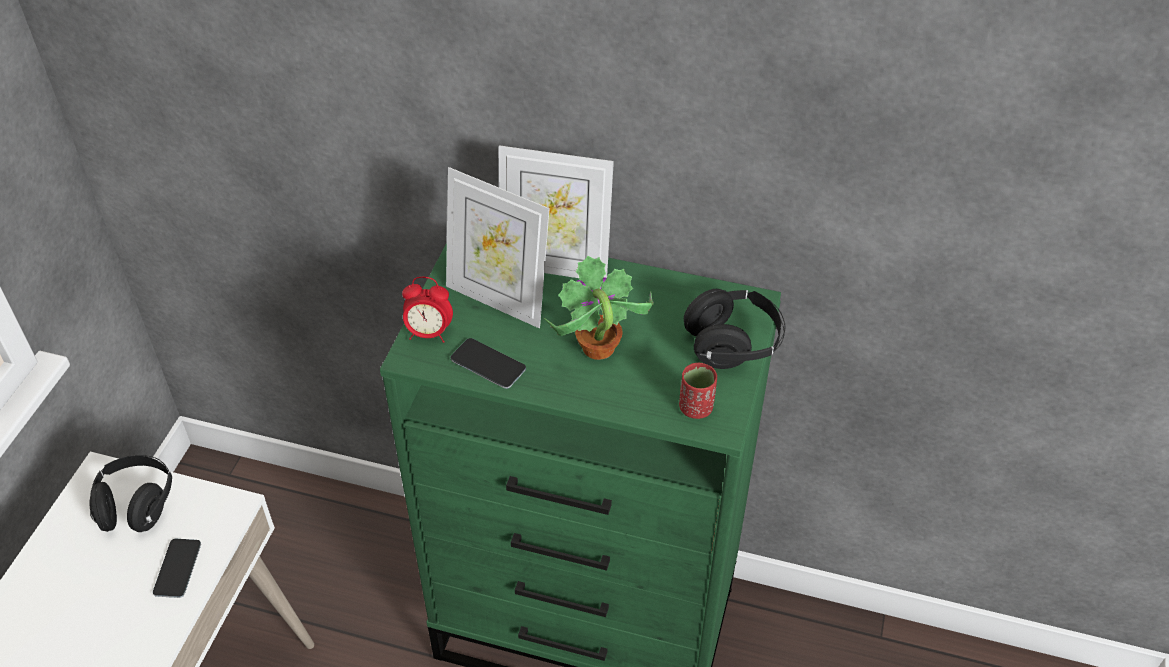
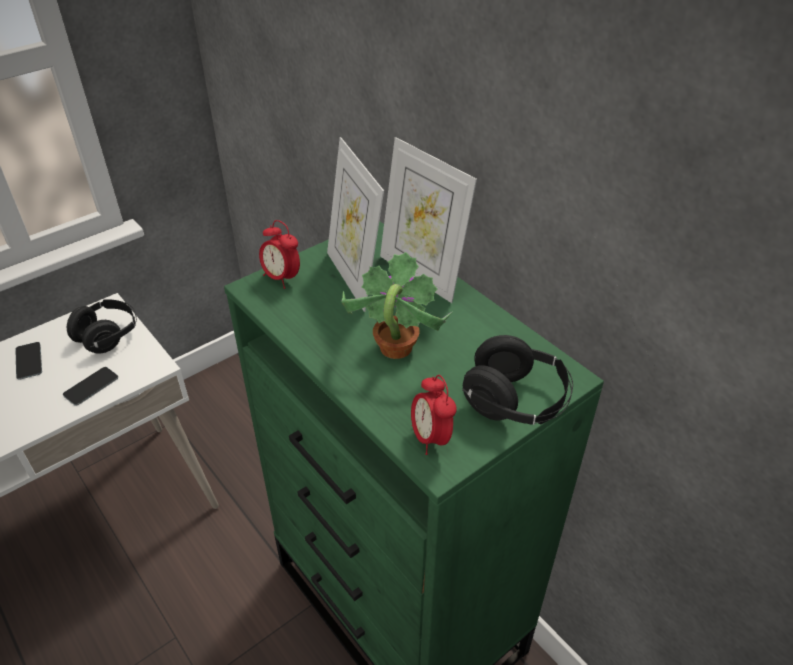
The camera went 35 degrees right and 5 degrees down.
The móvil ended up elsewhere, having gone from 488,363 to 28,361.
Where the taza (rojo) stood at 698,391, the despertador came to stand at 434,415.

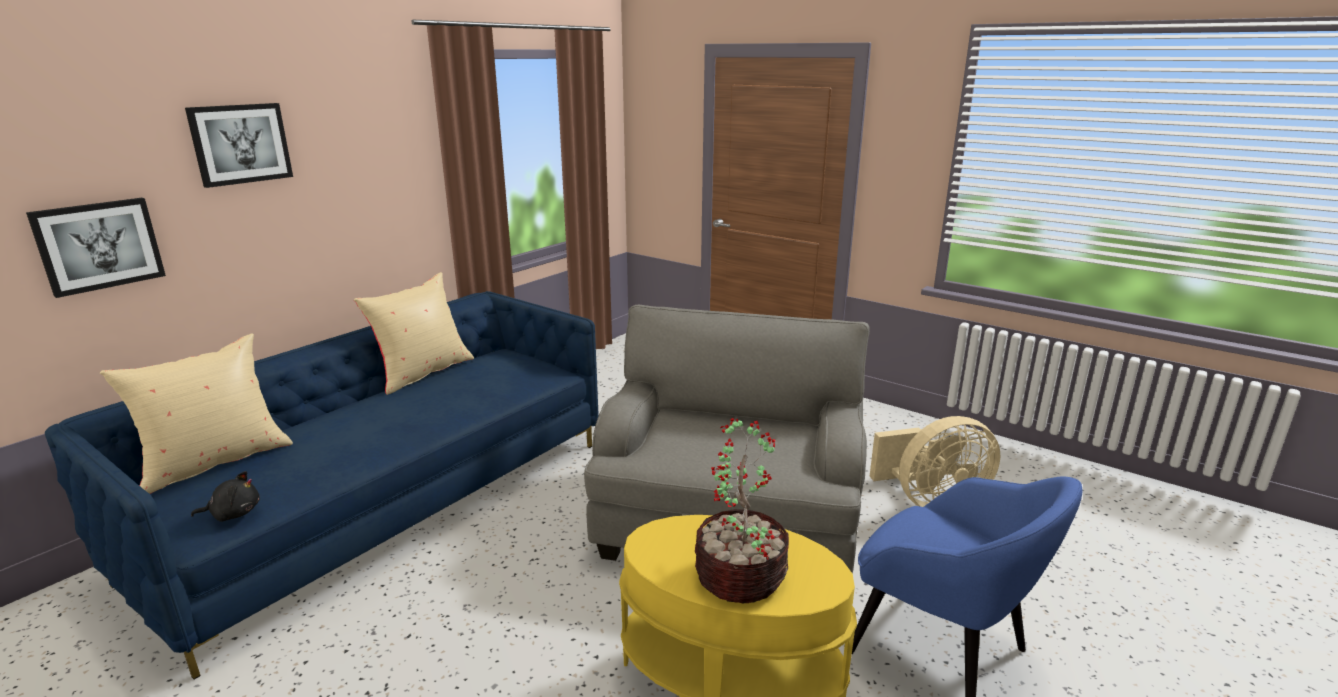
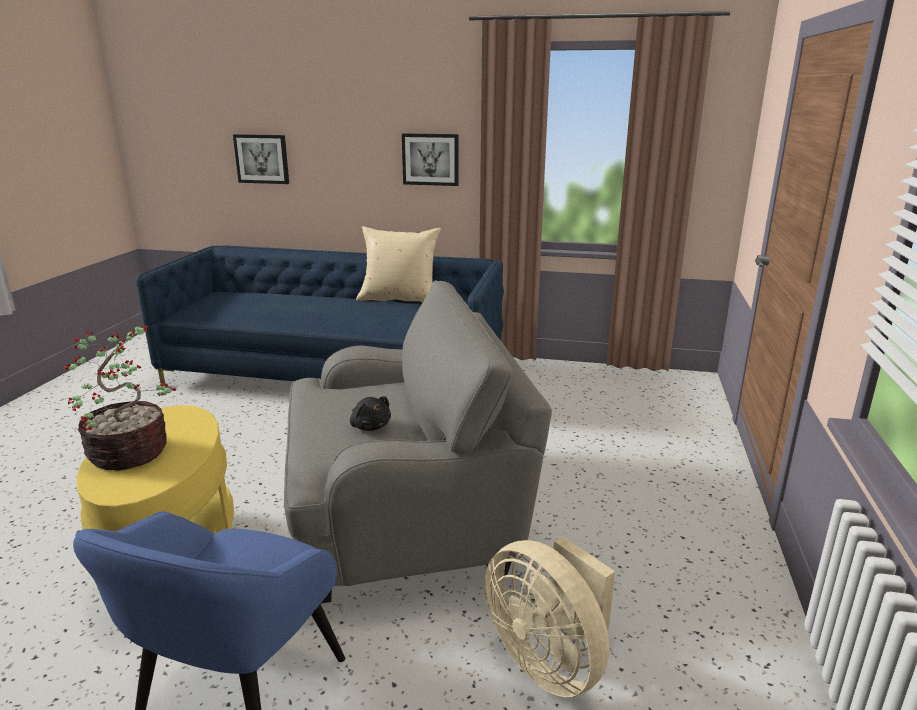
The camera went 65 degrees right and 0 degrees up.
The second view lost the cojín (beis) at 196,413.
The cuadro ended up elsewhere, having gone from 239,145 to 430,159.
The peluche (negro) ended up elsewhere, having gone from 225,496 to 370,413.

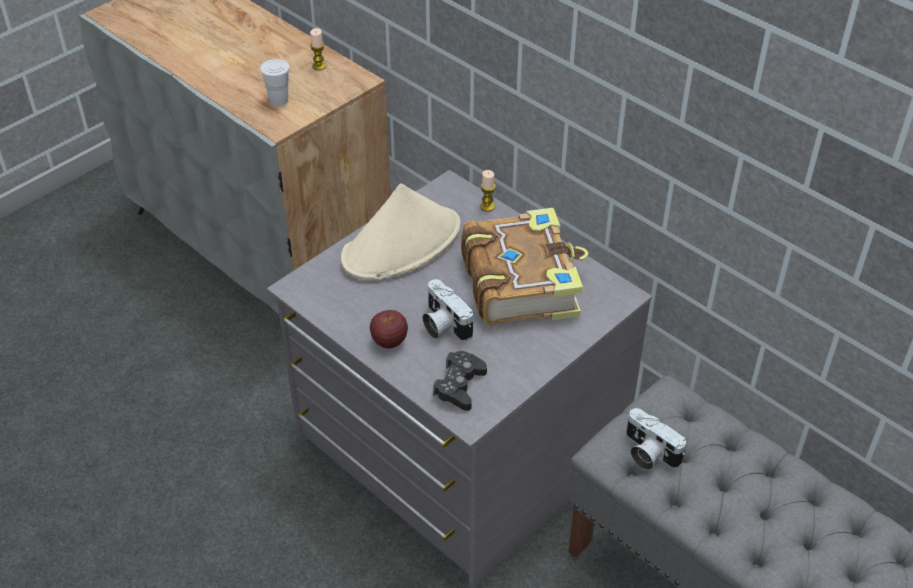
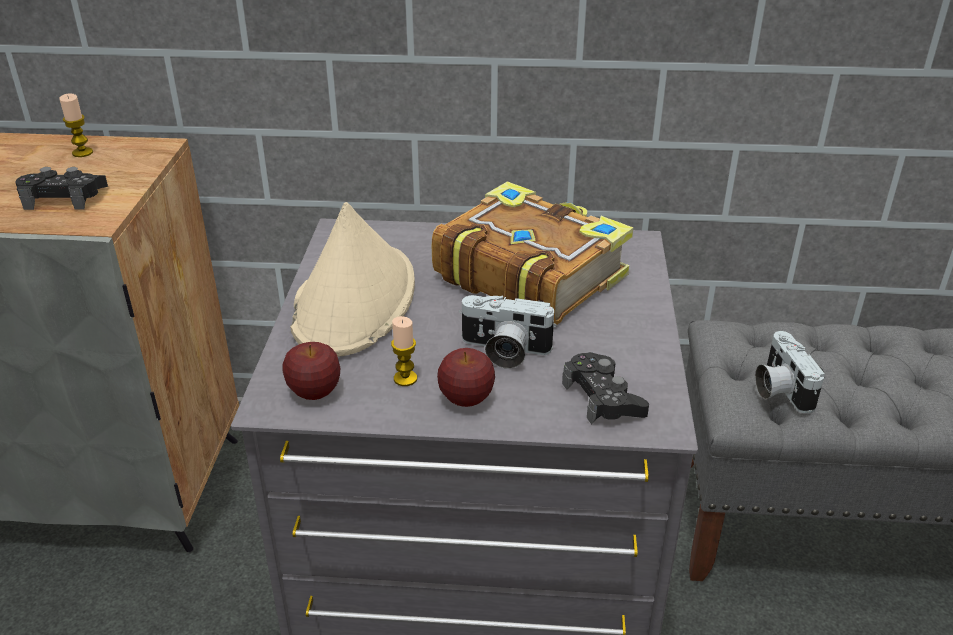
The camera went 40 degrees left and 10 degrees down.
The second view gained the manzana at 311,371.
The vela ended up elsewhere, having gone from 488,191 to 404,351.
Where the taza (blanco) stood at 275,82, the mando de consola (negro) came to stand at 62,188.
The cámara at 656,439 ended up facing another way, 75 degrees clockwise from before.

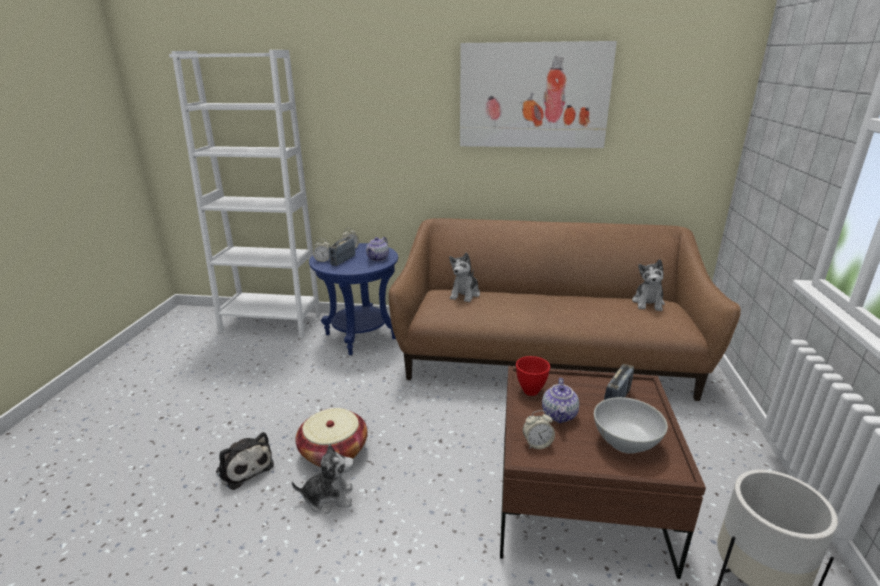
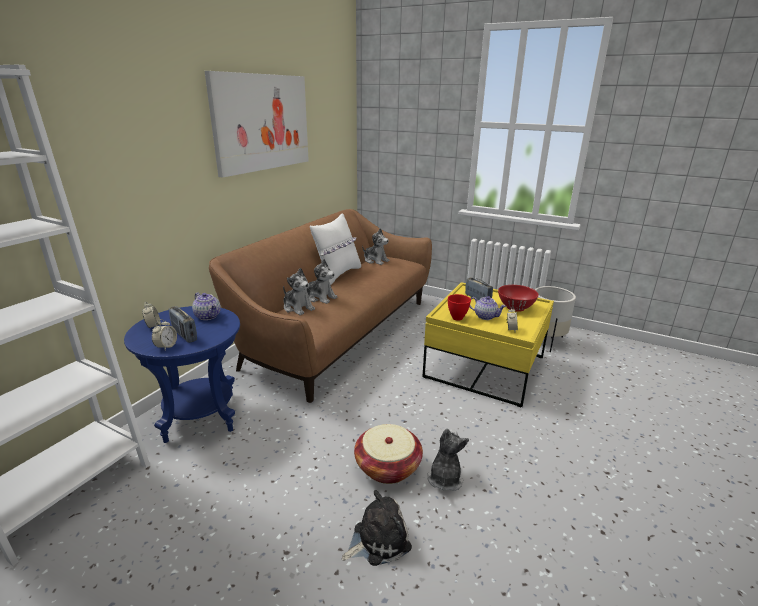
The camera went 70 degrees left and 0 degrees up.
The second view gained the peluche at 322,281.
The second view gained the cojín (blanco) at 335,249.
What was the mesa de centro (marrón) at 603,472 turned into the mesa de centro (amarillo) at 488,344.
What was the cuenco (blanco) at 631,425 turned into the cuenco (rojo) at 518,298.

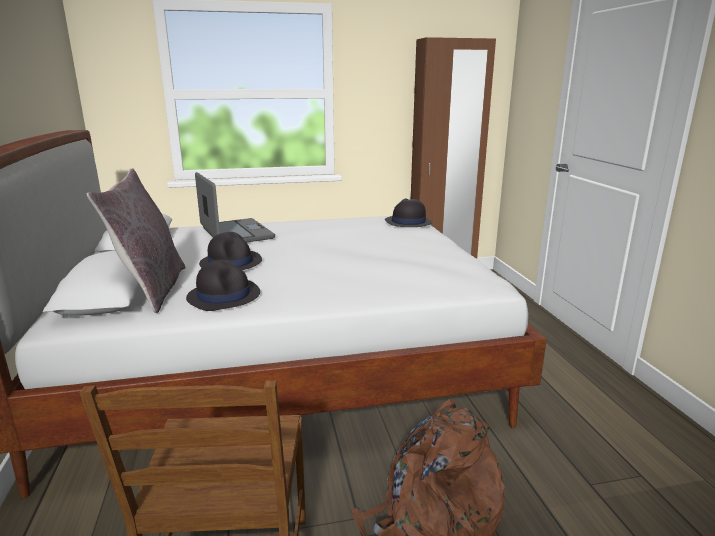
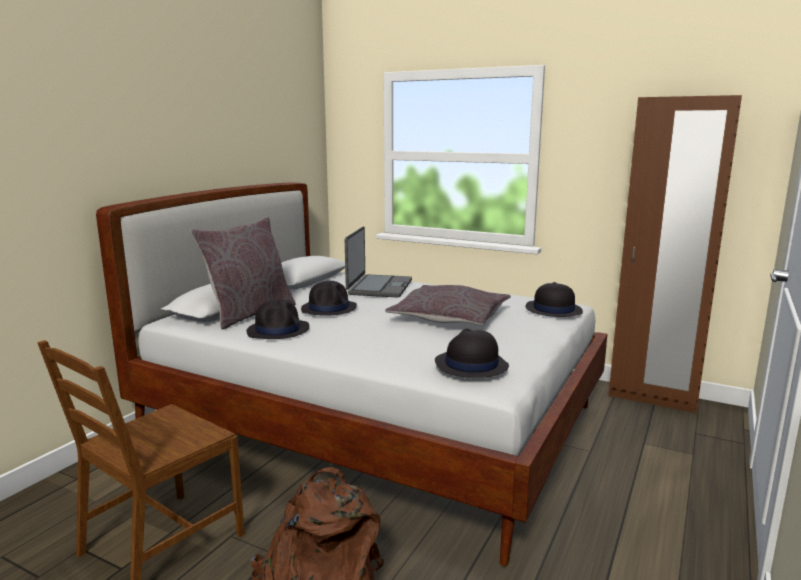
The camera went 40 degrees right and 5 degrees down.
The second view gained the cojín (gris) at 448,305.
The second view gained the sombrero (negro) at 472,353.

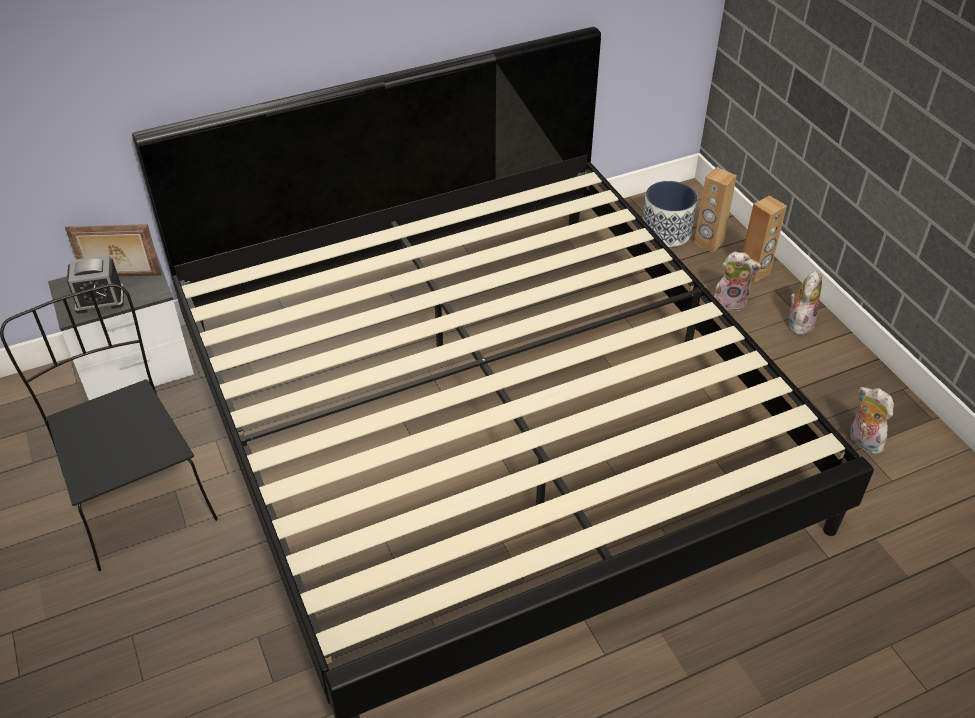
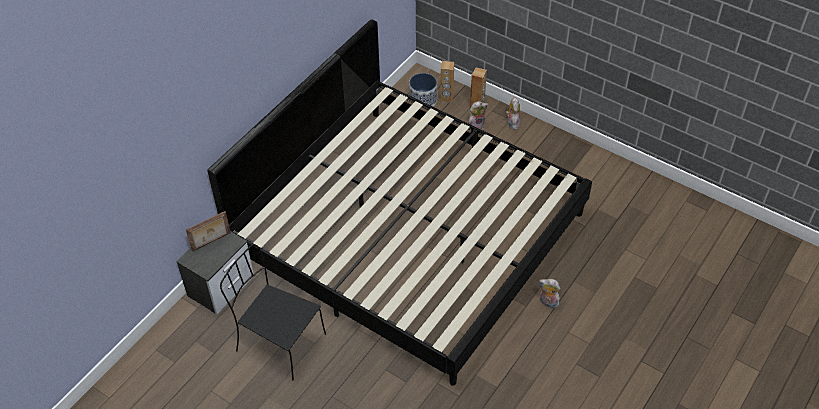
The camera went 30 degrees left and 5 degrees up.
The second view lost the despertador at 95,284.
The peluche ended up elsewhere, having gone from 871,420 to 549,293.

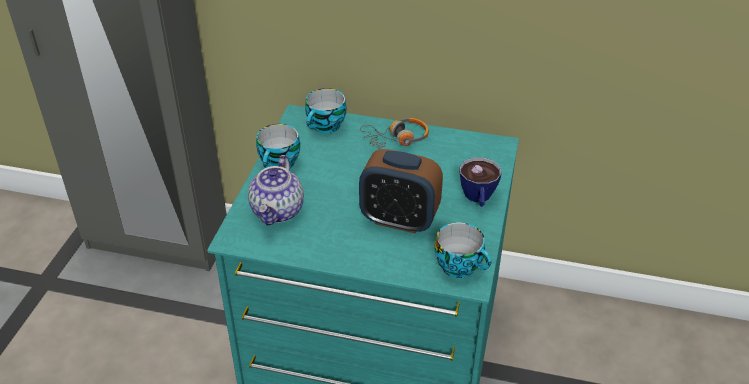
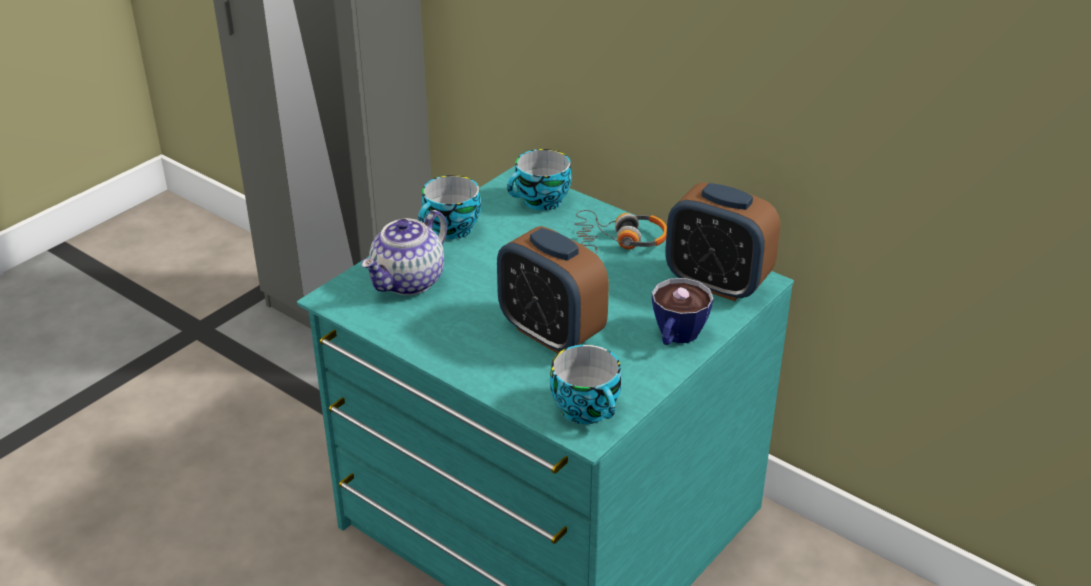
The camera went 25 degrees right and 5 degrees down.
The second view gained the despertador at 722,241.

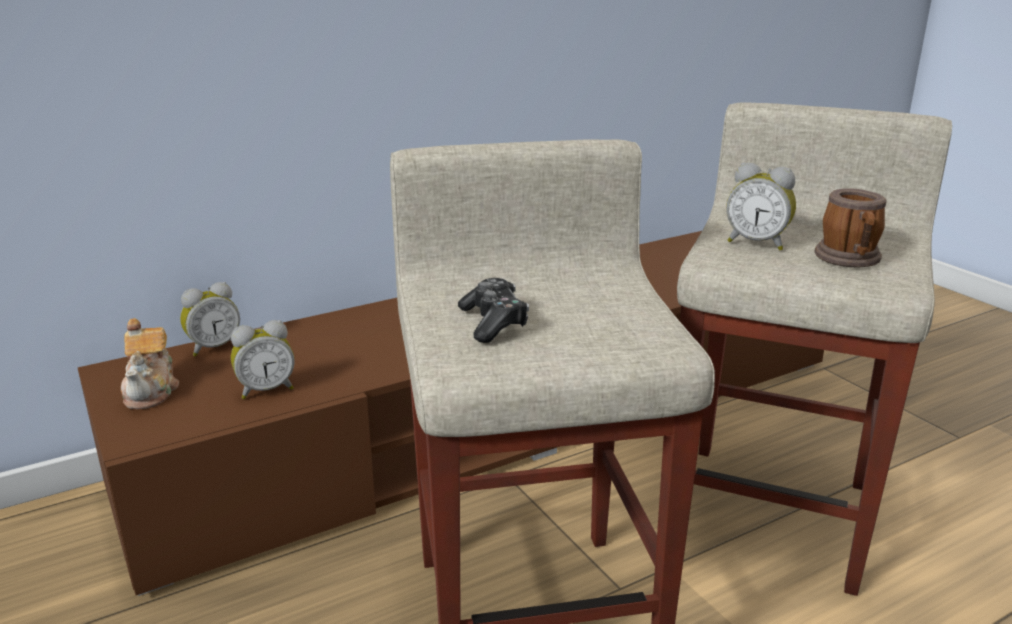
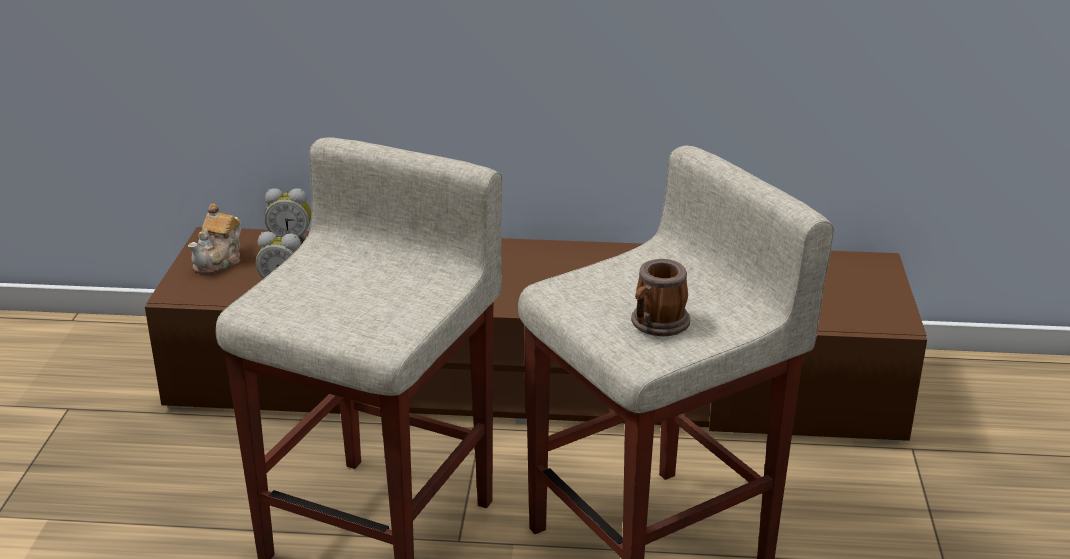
The camera went 35 degrees right and 5 degrees up.
The second view lost the mando de consola at 493,310.
The second view lost the despertador at 761,206.

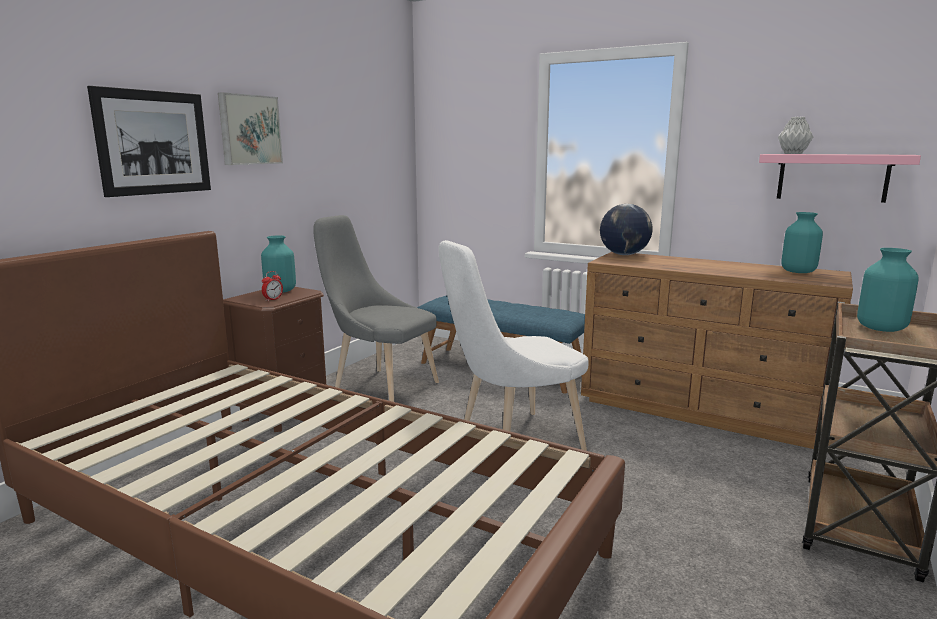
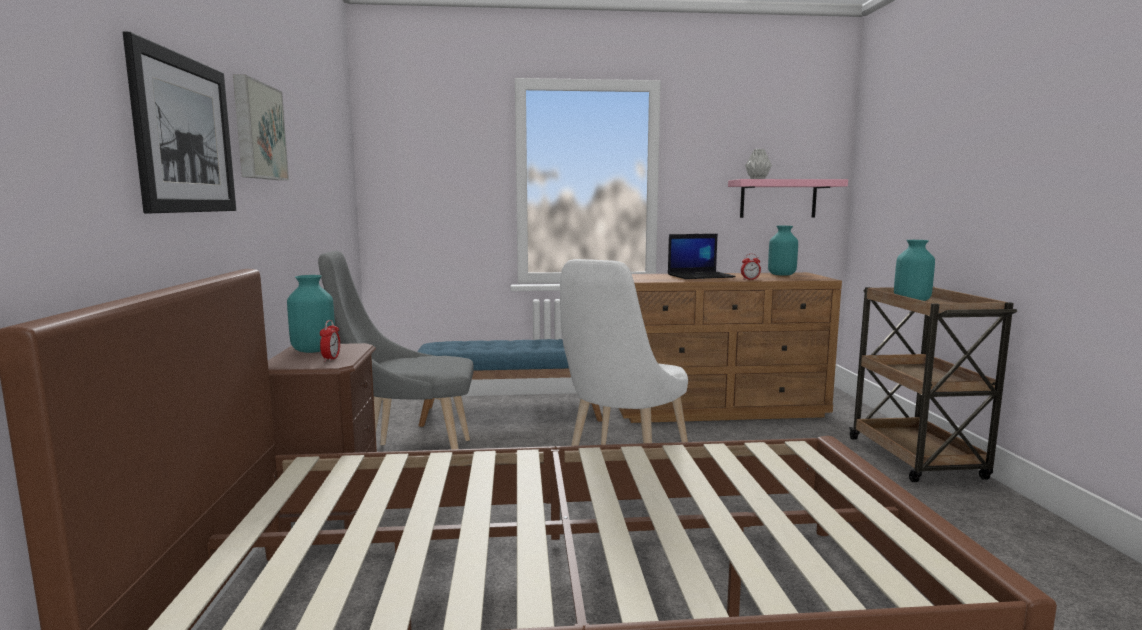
The camera went 35 degrees left and 5 degrees down.
The second view lost the globo terráqueo at 626,229.
The second view gained the portátil at 702,256.
The second view gained the despertador at 751,267.

